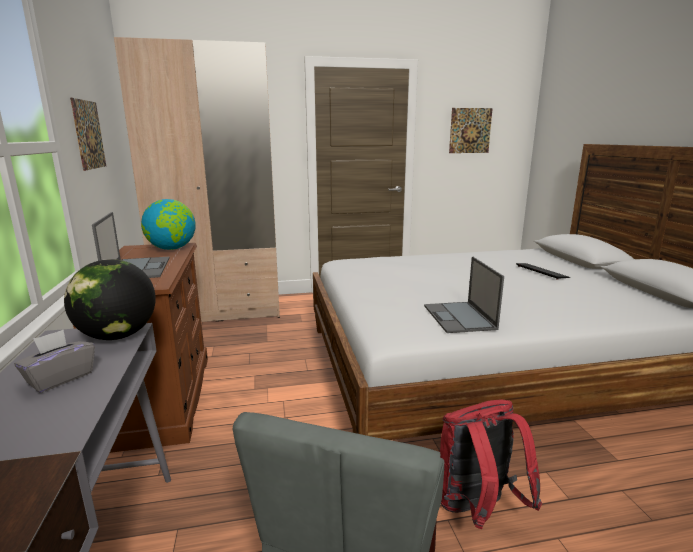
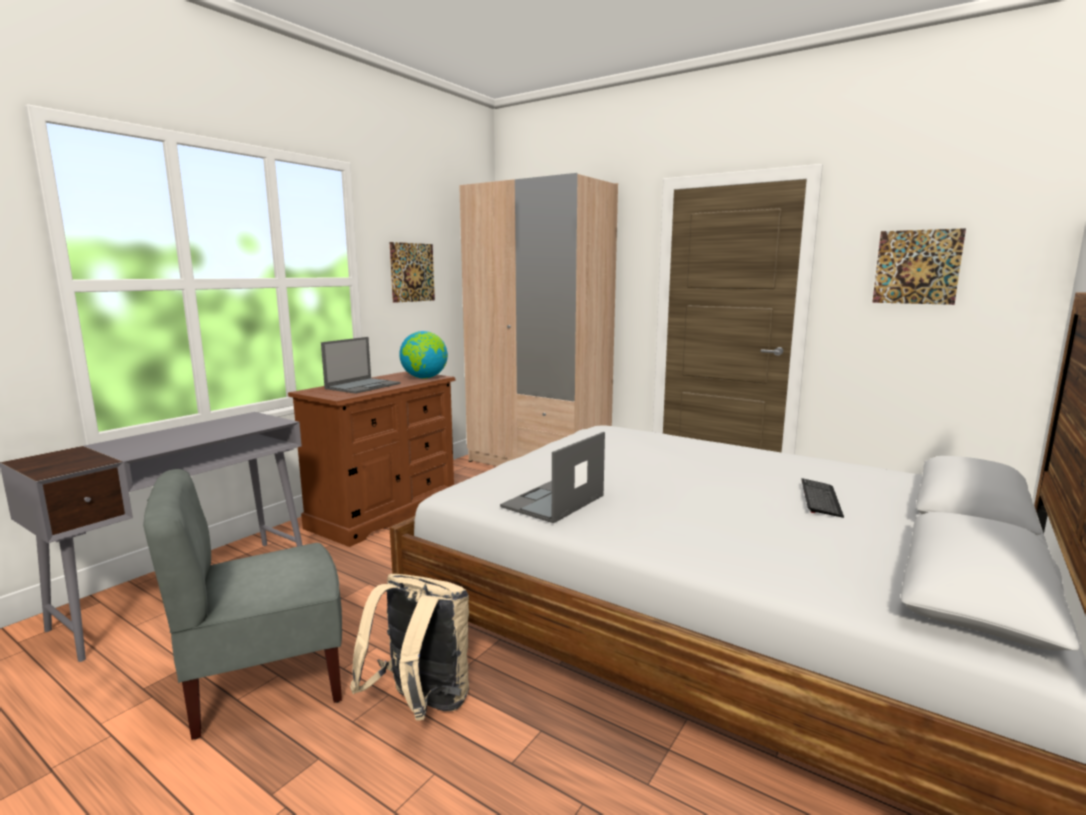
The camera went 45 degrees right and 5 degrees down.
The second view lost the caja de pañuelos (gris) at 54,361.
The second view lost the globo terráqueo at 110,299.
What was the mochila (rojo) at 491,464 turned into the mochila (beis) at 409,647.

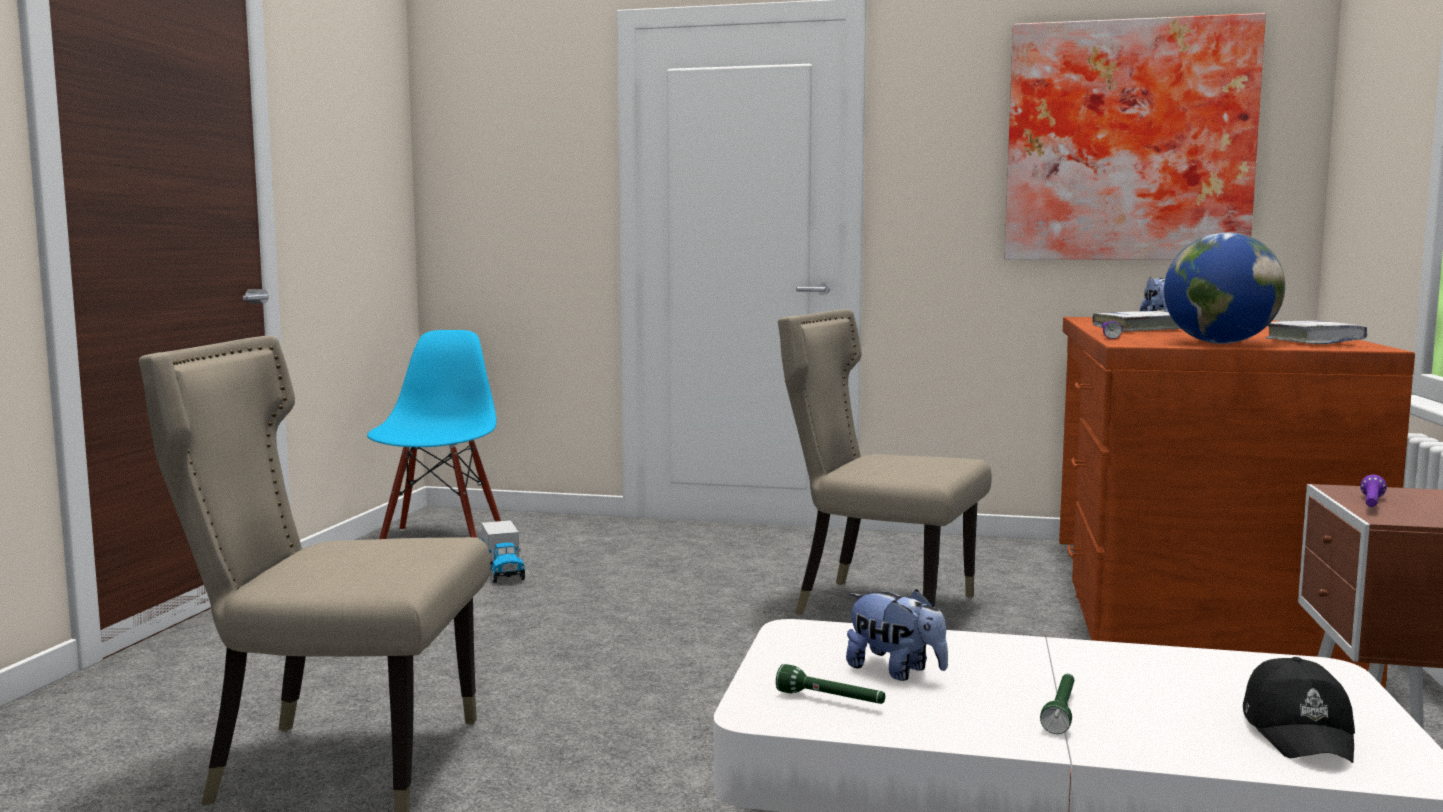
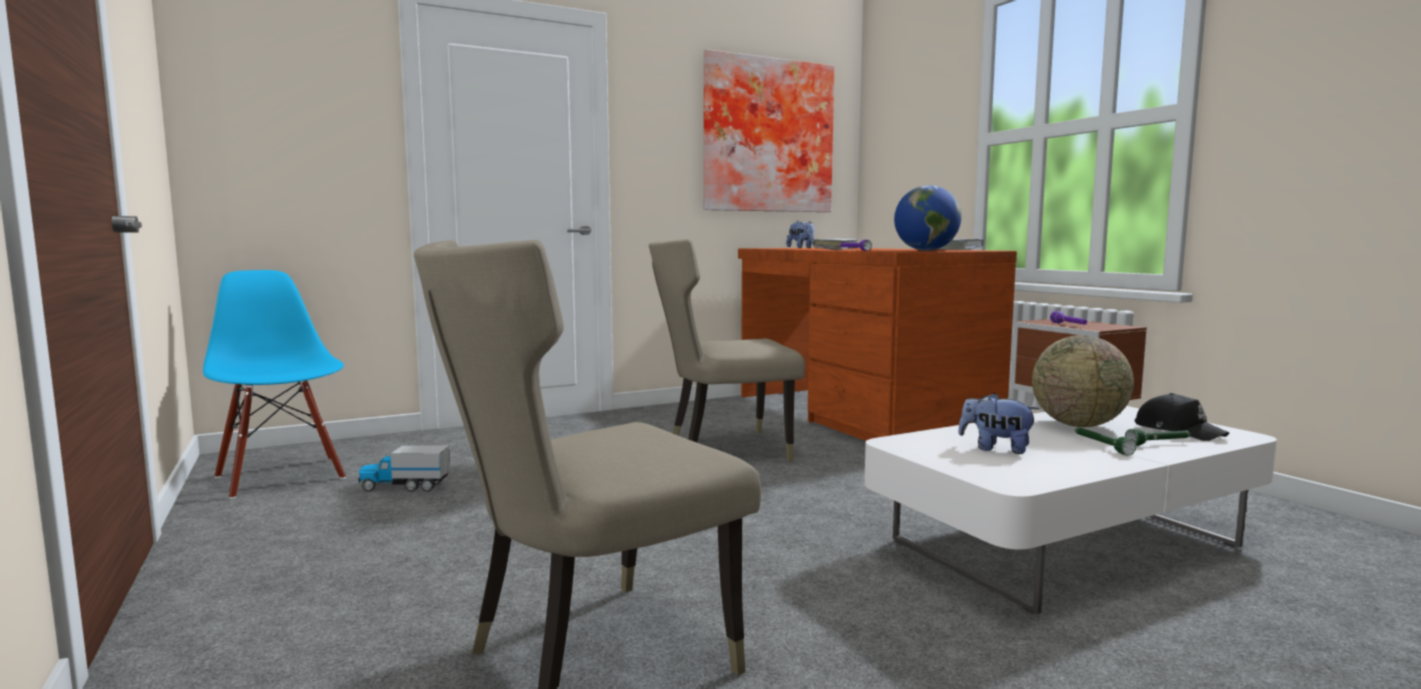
The camera went 40 degrees left and 0 degrees up.
The second view gained the globo terráqueo at 1083,381.
The linterna (verde) ended up elsewhere, having gone from 830,684 to 1157,437.
The camión de juguete at 503,551 ended up facing another way, 150 degrees clockwise from before.
The peluche at 897,635 ended up facing another way, 150 degrees counterclockwise from before.

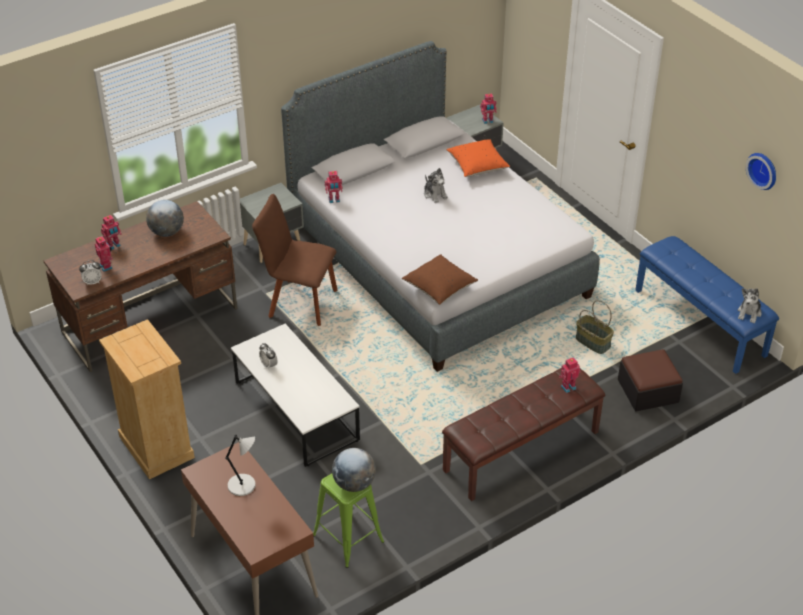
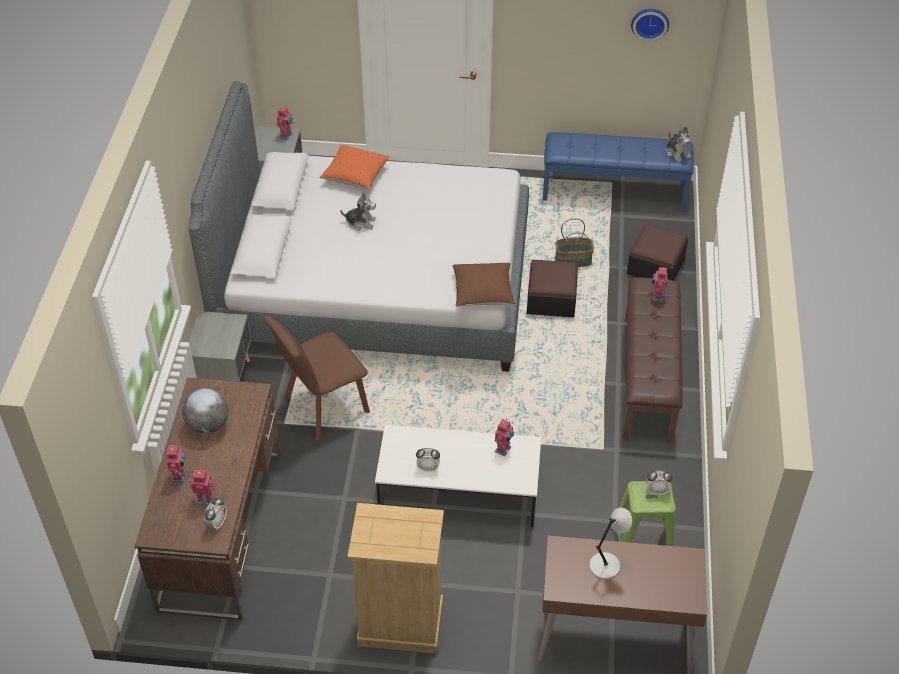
The camera went 50 degrees left and 5 degrees up.
The second view gained the puf at 552,289.
The robot de juguete ended up elsewhere, having gone from 333,187 to 504,437.
Where the globo terráqueo stood at 354,470, the despertador came to stand at 660,482.

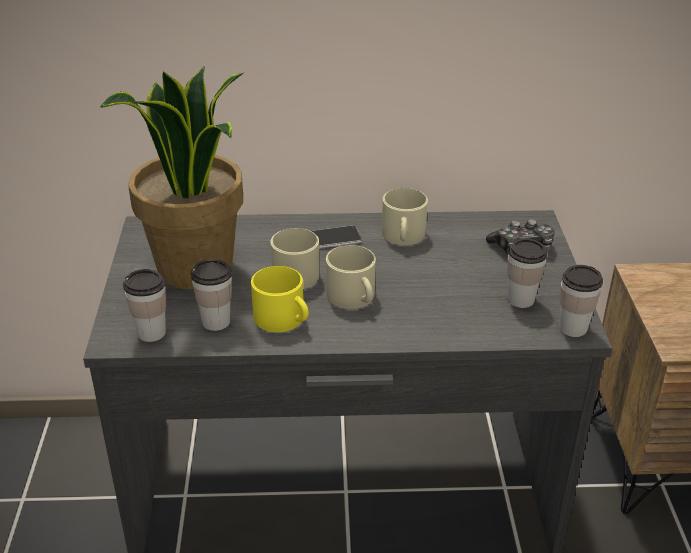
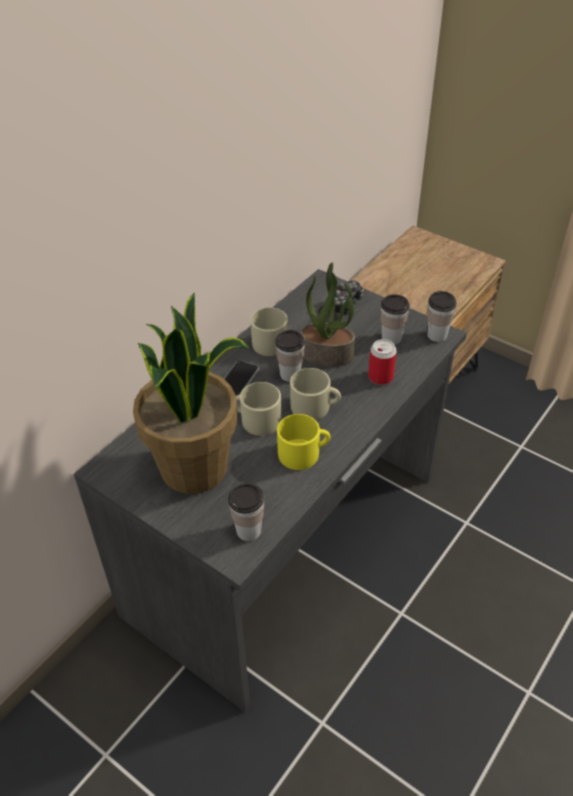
The camera went 50 degrees left and 10 degrees up.
The second view gained the planta en maceta at 327,314.
The second view gained the lata at 382,362.
The taza ended up elsewhere, having gone from 211,295 to 290,356.

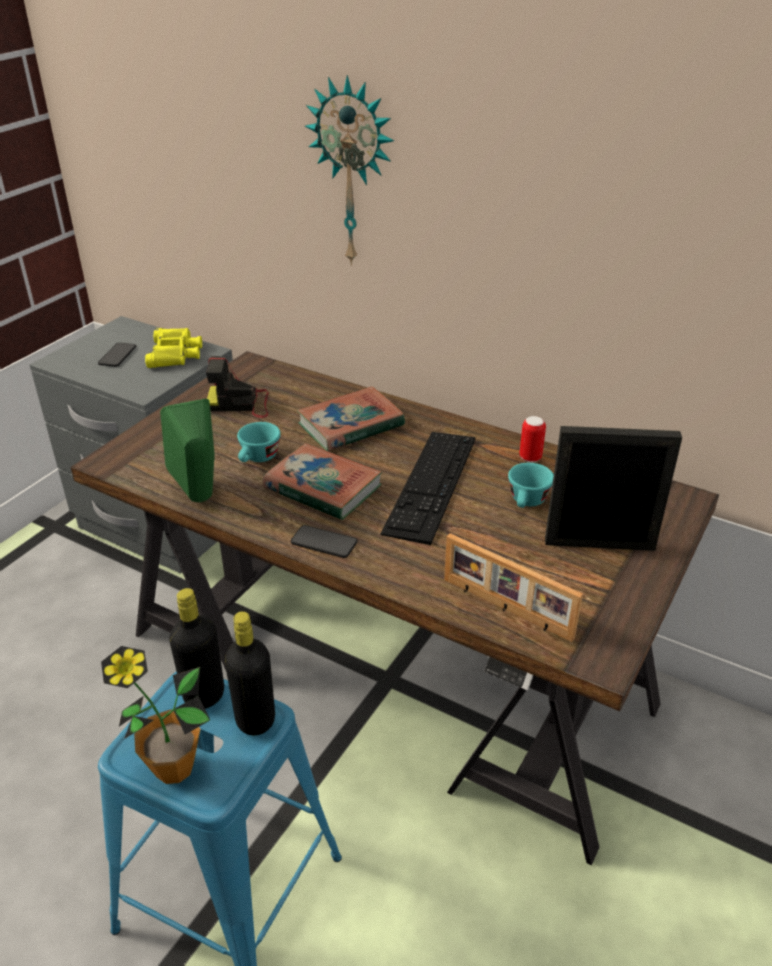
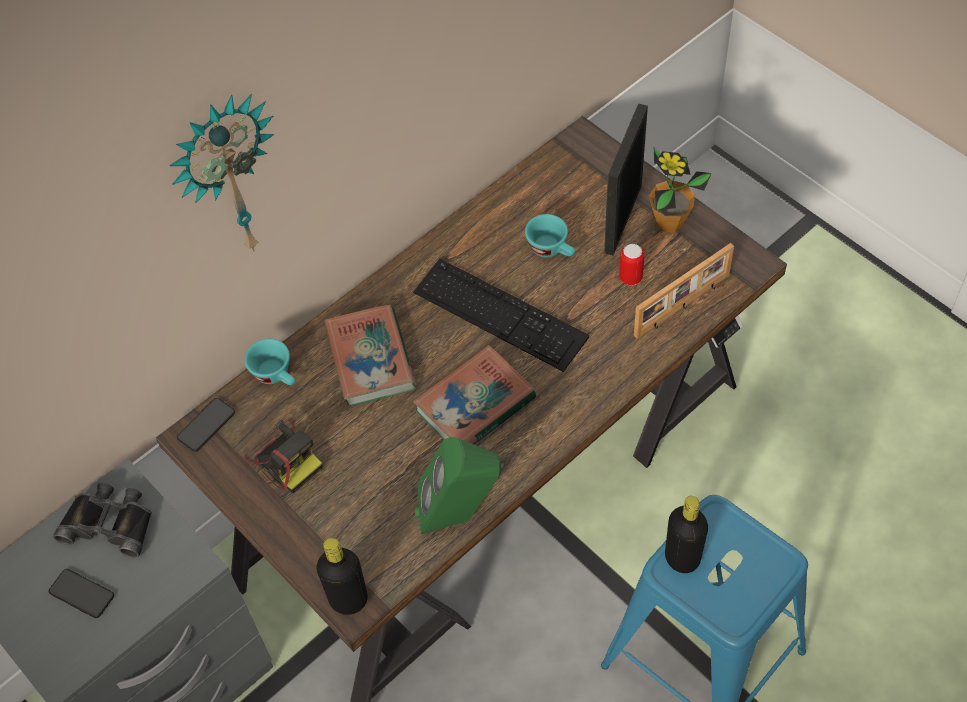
The camera went 70 degrees left and 20 degrees up.
The planta en maceta ended up elsewhere, having gone from 155,715 to 680,190.
The botella (negro) ended up elsewhere, having gone from 250,673 to 342,576.
The taza (turquesa) ended up elsewhere, having gone from 258,442 to 270,362.
The móvil ended up elsewhere, having gone from 324,541 to 206,425.
The lata ended up elsewhere, having gone from 532,439 to 632,264.
What was the prismáticos (amarillo) at 173,348 turned into the prismáticos (negro) at 102,520.
The cámara at 237,387 ended up facing another way, 60 degrees counterclockwise from before.

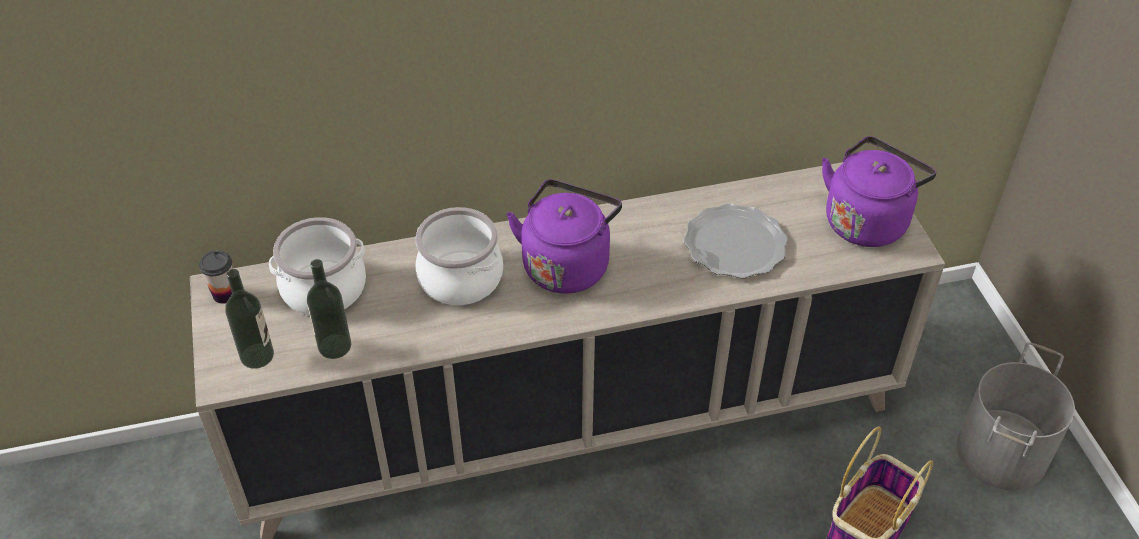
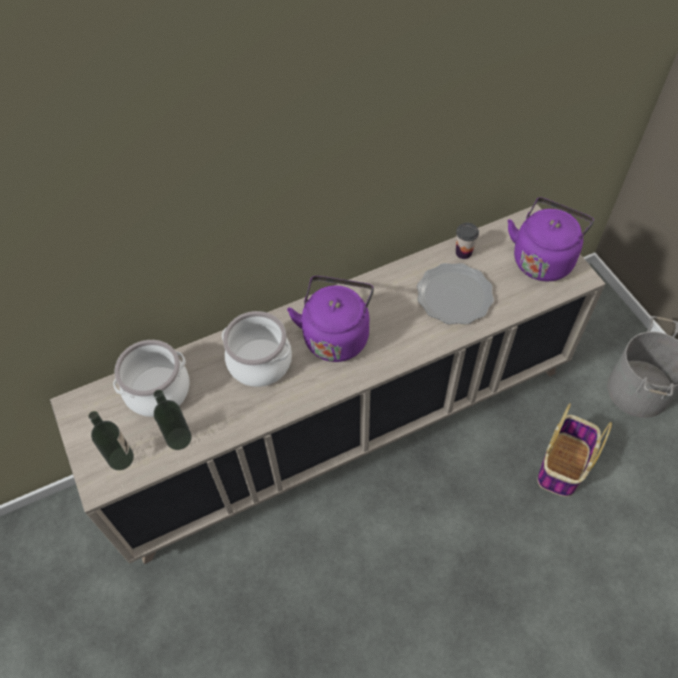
The camera went 10 degrees left and 10 degrees up.
The taza ended up elsewhere, having gone from 216,277 to 467,241.

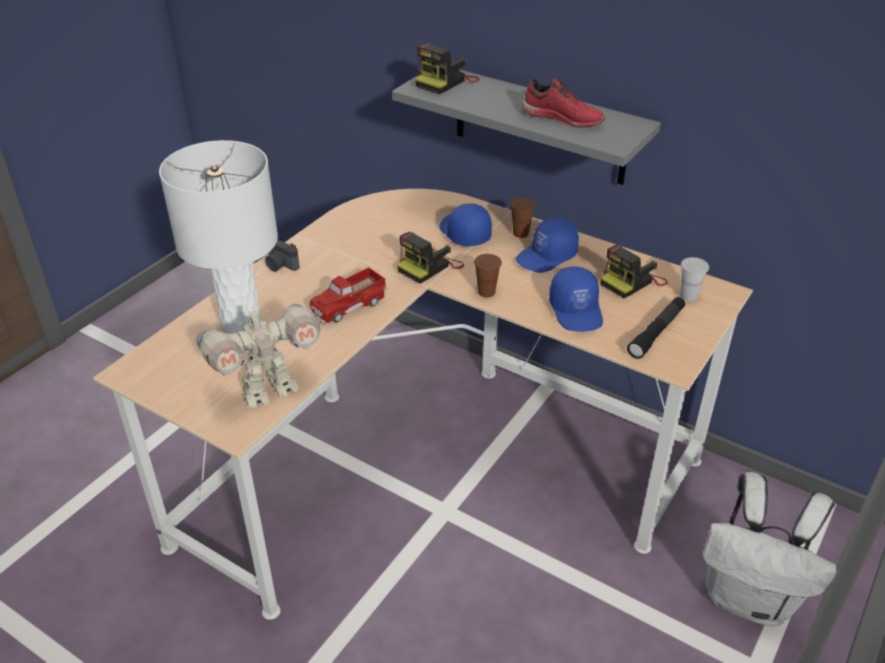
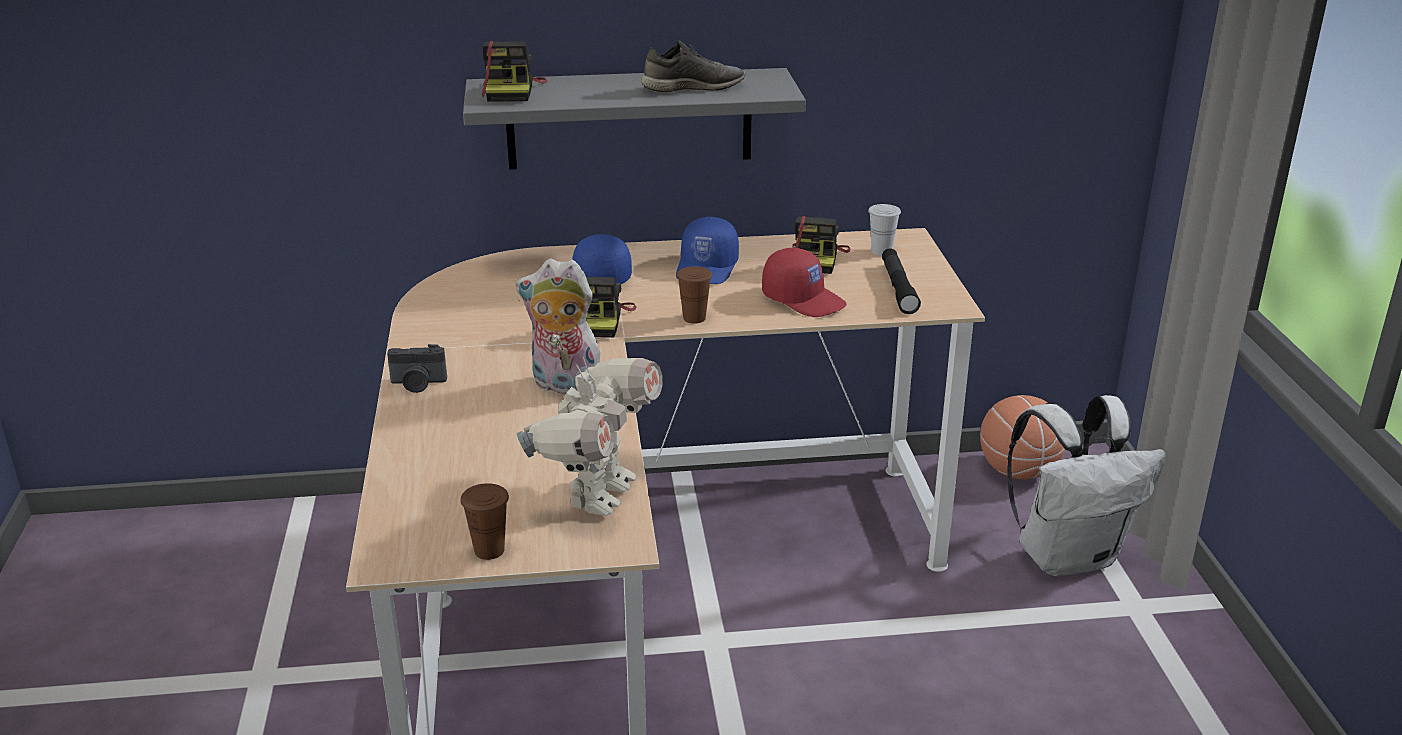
The camera went 40 degrees left and 10 degrees down.
The second view lost the lámpara de mesa (blanco) at 218,237.
The second view gained the balón de baloncesto at 1022,437.
The taza (marrón) ended up elsewhere, having gone from 522,217 to 484,521.
Where the camión de juguete stood at 347,295, the peluche came to stand at 558,326.
What was the zapato (rojo) at 563,103 turned into the zapato (gris) at 693,66.
What was the gorra (azul) at 576,299 turned into the gorra (rojo) at 804,282.

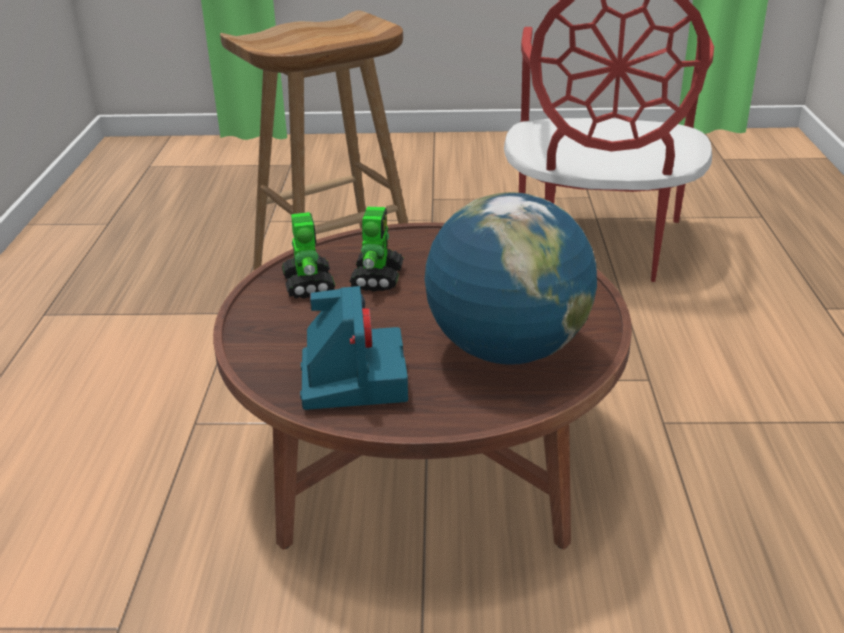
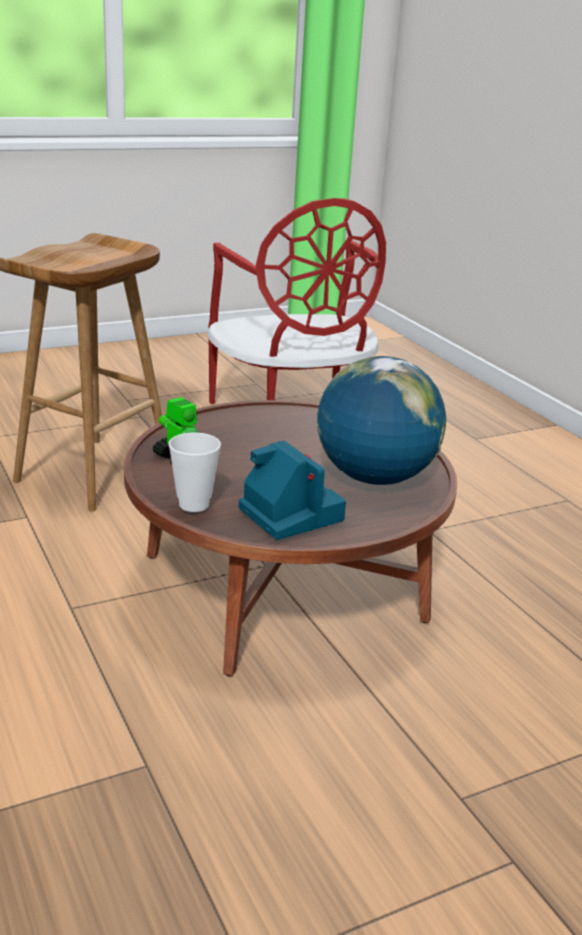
The camera went 30 degrees left and 5 degrees down.
The second view lost the robot de juguete at 376,249.
The second view gained the taza at 195,472.

